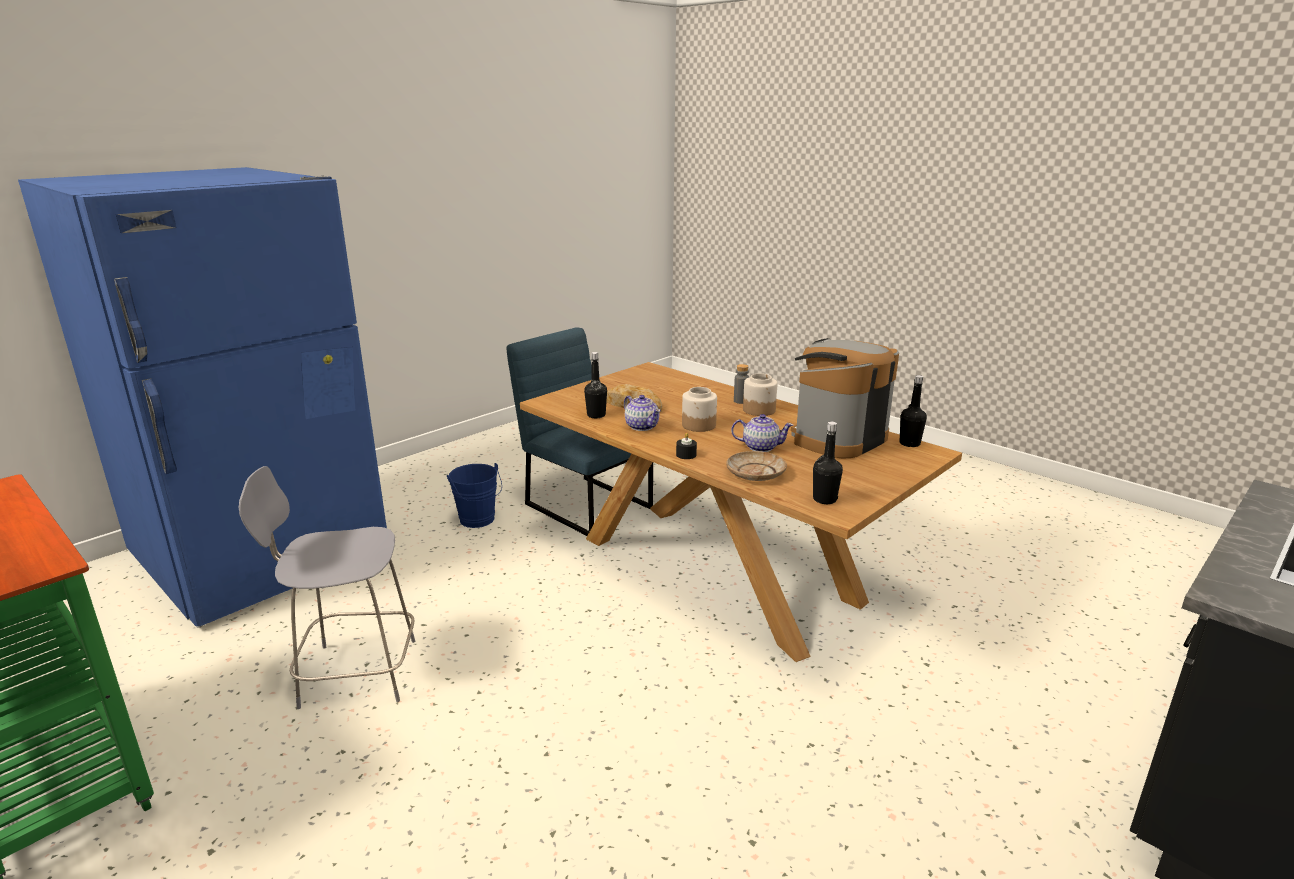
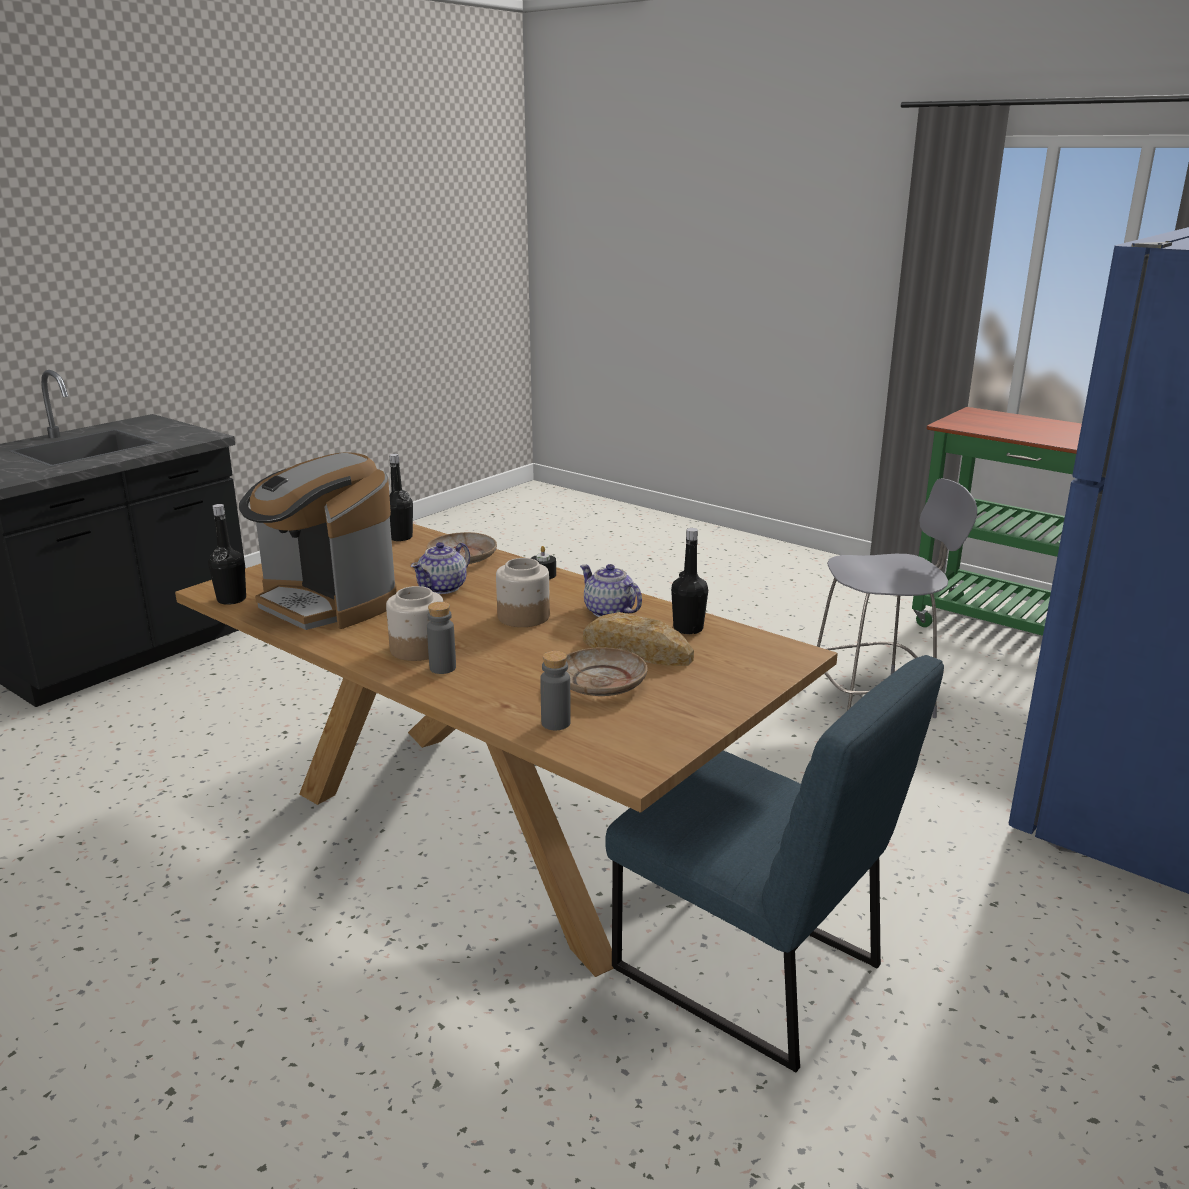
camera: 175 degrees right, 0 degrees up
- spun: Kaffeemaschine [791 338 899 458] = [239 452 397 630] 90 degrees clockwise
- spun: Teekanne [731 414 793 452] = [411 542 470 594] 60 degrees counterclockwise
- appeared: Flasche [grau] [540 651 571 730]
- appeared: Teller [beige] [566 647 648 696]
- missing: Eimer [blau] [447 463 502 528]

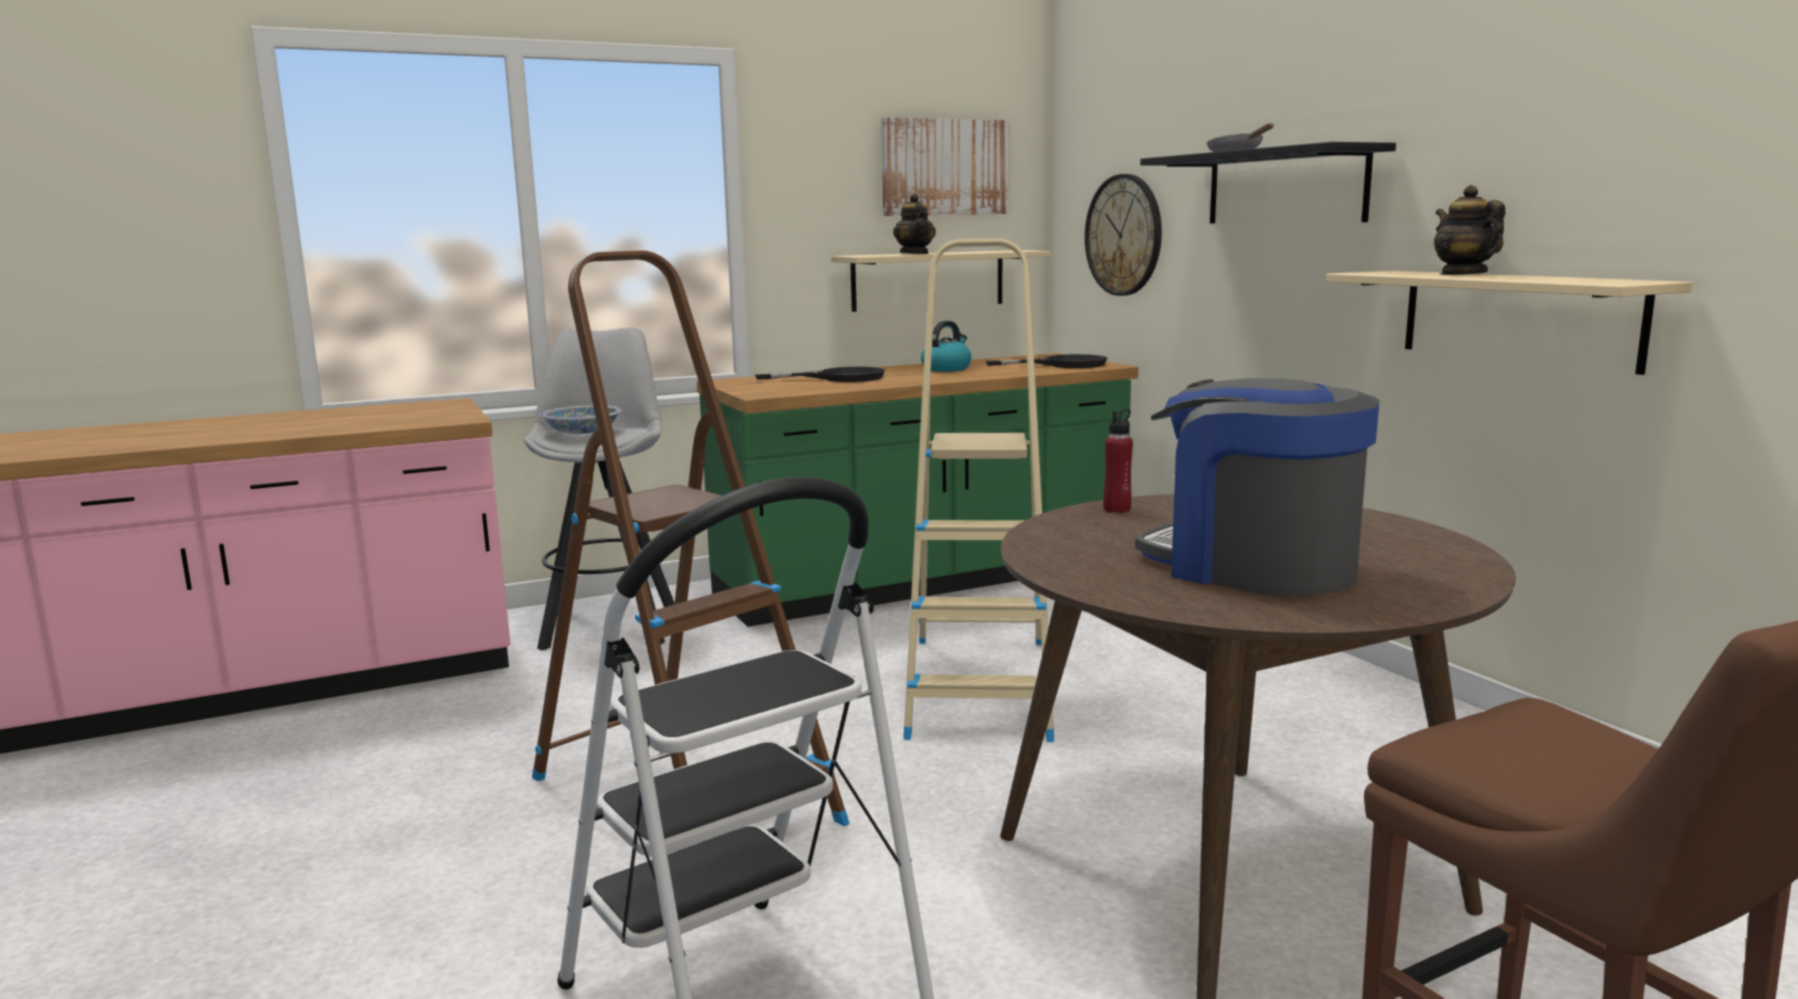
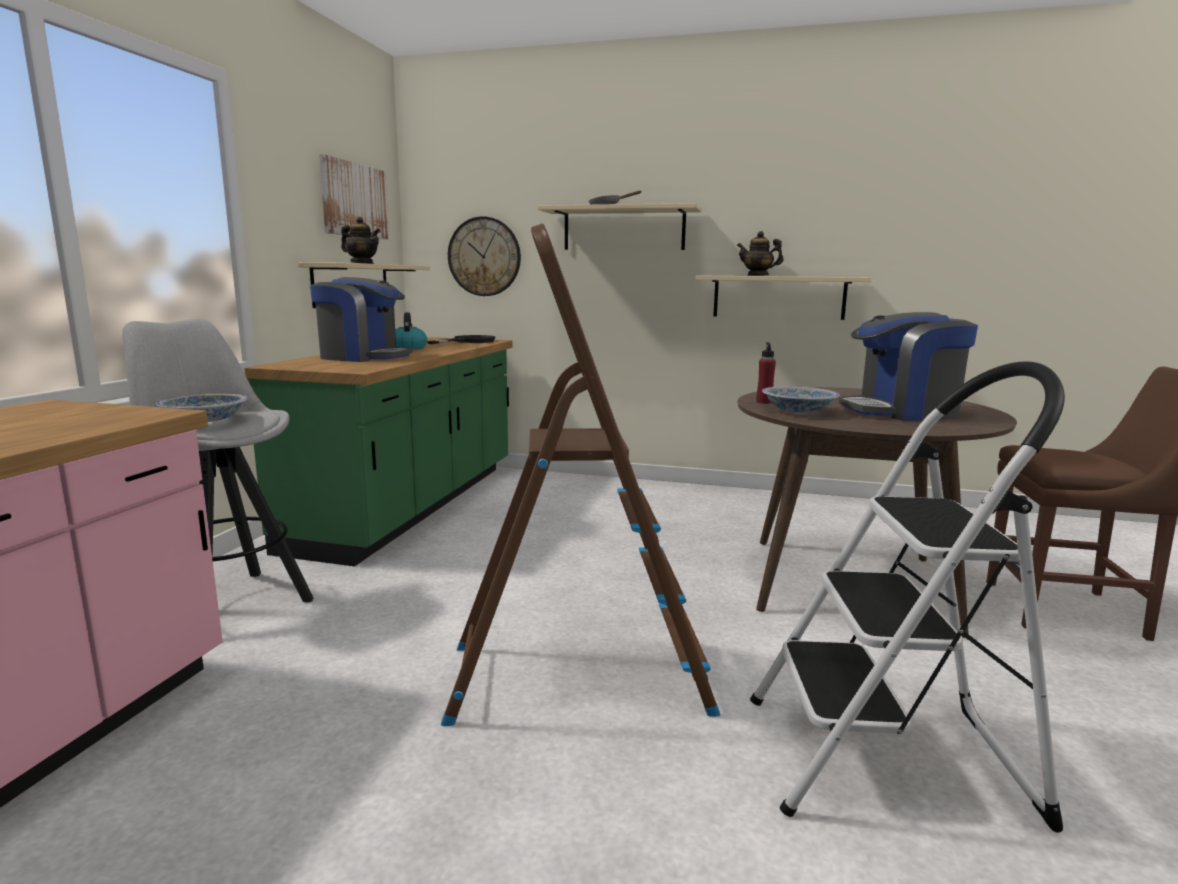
camera: 50 degrees left, 0 degrees up
- exchanged: Pfanne [schwarz] [755 367 885 382] to Kaffeemaschine [310 277 412 362]
- colour: Wandregal [schwarz] [1140 142 1396 223] to Wandregal [beige] [537 203 702 250]
- appeared: Schüssel [762 386 840 413]
- missing: Trittleiter [beige] [904 239 1054 742]

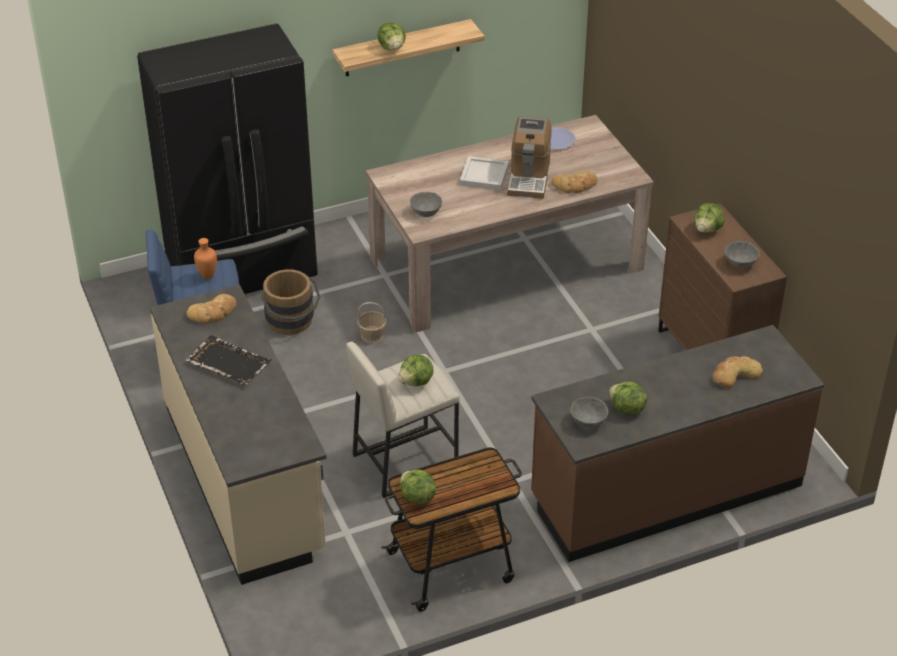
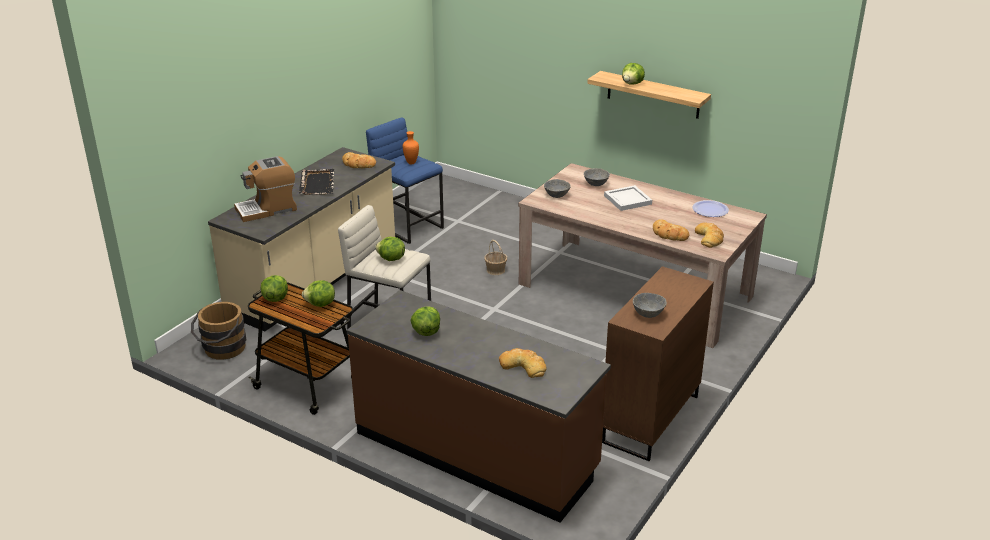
camera: 55 degrees right, 10 degrees down
- relocated: Eimer [braun] [261 269 320 335] to [191 302 246 360]
- relocated: Kaffeemaschine [507 116 552 199] to [234 156 297 222]
- relocated: Salatkopf [694 203 724 233] to [302 280 335 307]
- relocated: Schüssel [grau] [570 397 608 428] to [584 168 610 186]
- appeared: Brot [695 222 724 248]
- missing: Kühlschrank [schwarz] [137 24 318 294]

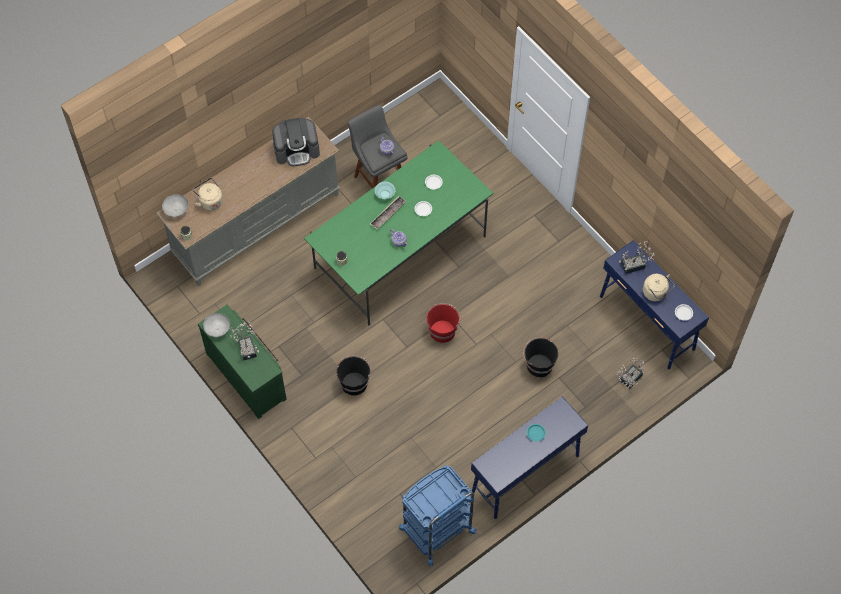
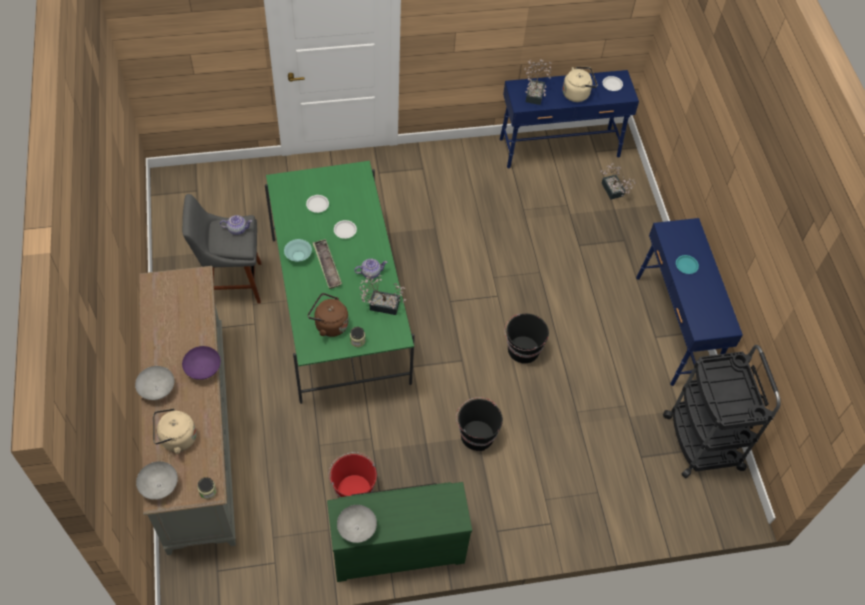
camera: 65 degrees left, 5 degrees down
- appeared: Schüssel [grau] [135 366 174 400]
- appeared: Schüssel [lila] [182 346 221 380]
- appeared: Wasserkessel [braun] [308 293 348 337]
- relocated: Eimer [rot] [426 303 461 343] to [329 452 377 498]
- relocated: Topfpflanze [230 322 259 360] to [360 272 406 315]
- relocated: Eimer [schwarz] [523 337 558 377] to [505 314 549 363]
- colour: Rollwagen [blau] [399 465 476 566] to Rollwagen [schwarz] [663 345 781 478]
- missing: Kaffeemaschine [272 118 320 166]

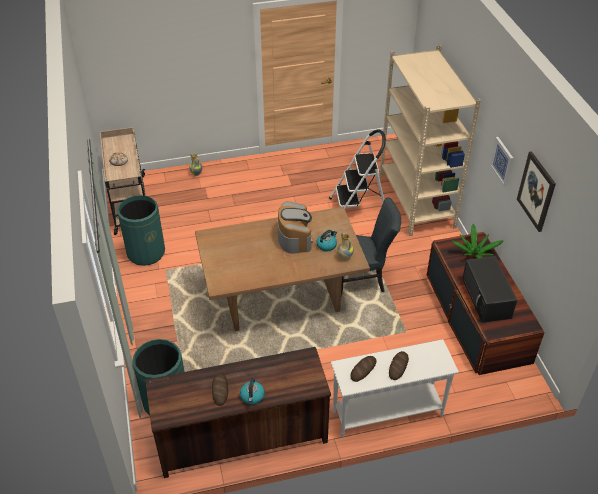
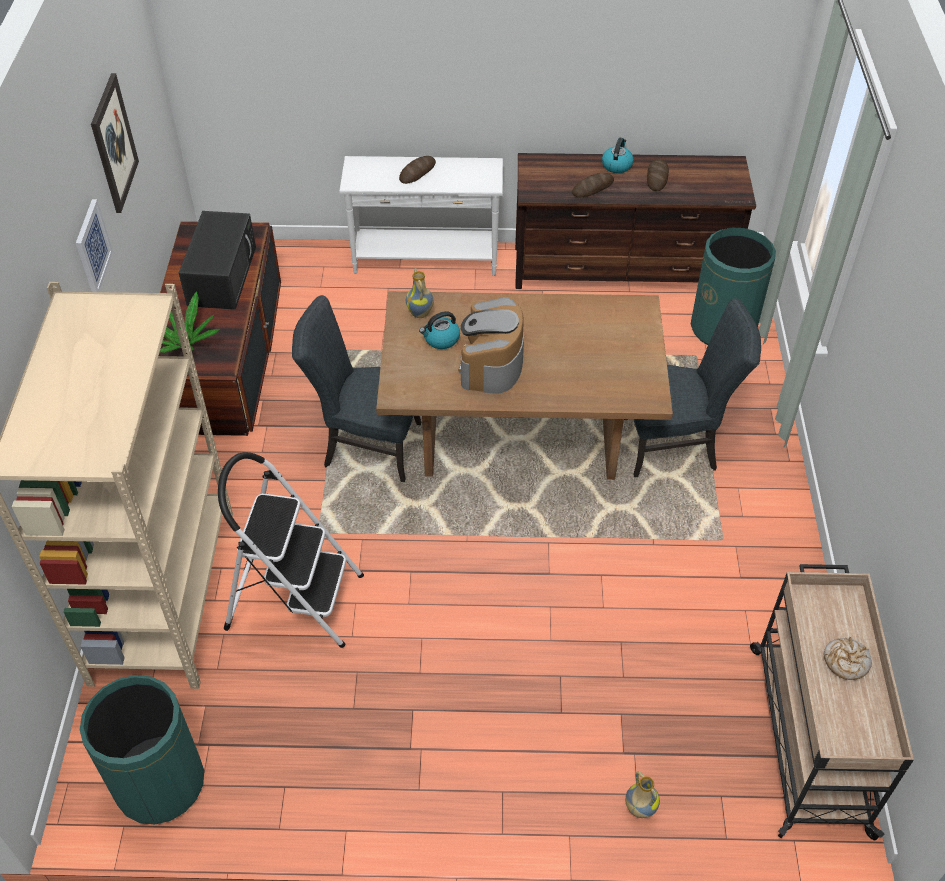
camera: 165 degrees left, 5 degrees up
- relocated: Mülleimer [grün] [117 195 165 266] to [80 675 204 824]
- relocated: Brot [350 356 377 382] to [572 173 614 197]
- appeared: Stuhl [grau] [624 298 761 477]

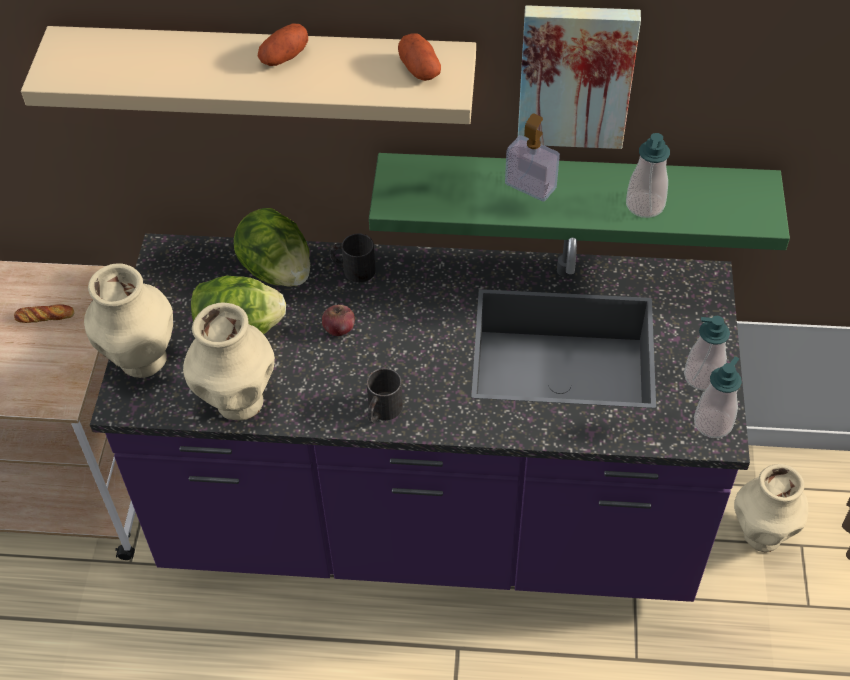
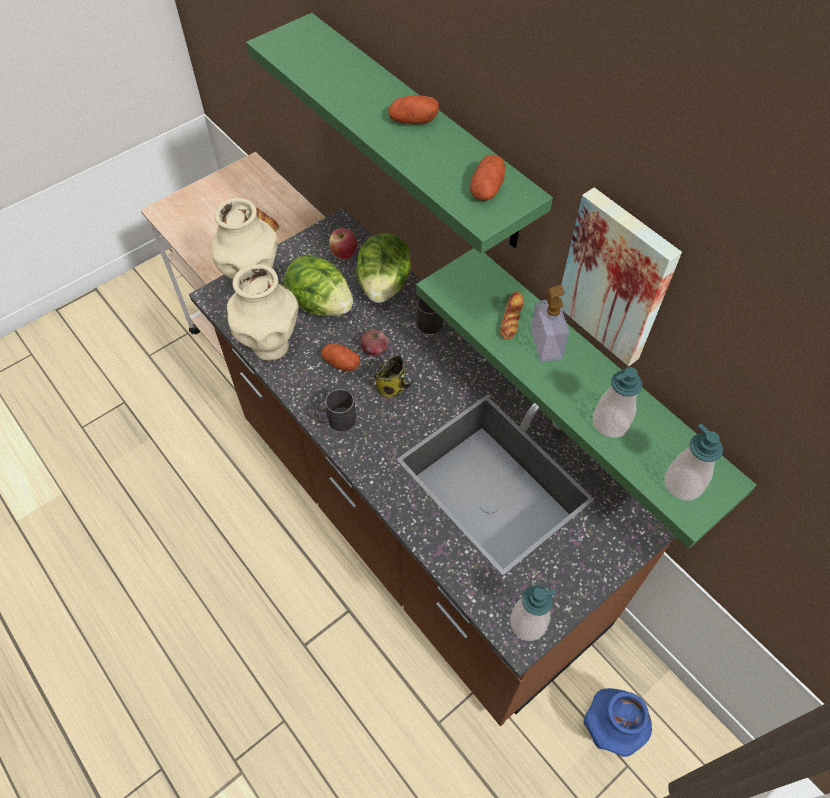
camera: 45 degrees right, 5 degrees up
- colour: Küchenzeile [lila] [90 233 750 602] to Küchenzeile [braun] [189 208 676 726]
- colour: Wandregal [beige] [21 26 476 124] to Wandregal [grün] [246 13 553 254]
- appeared: Kartoffel [321 343 360 371]
- appeared: Apfel [329 228 357 260]
- appeared: Henkelbecher [374 355 413 398]
- appeared: Brot [500 292 523 340]
- colour: Vase [beige] [734 464 808 552] to Vase [blau] [584 688 652 757]
- relocated: Seifenspender [684 316 730 391] to [664 424 723 501]

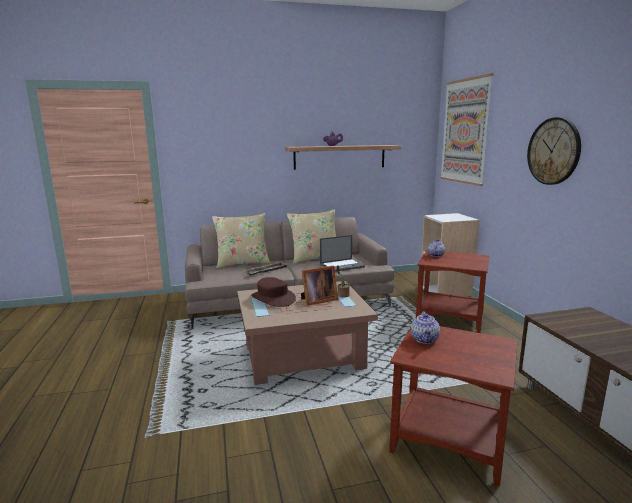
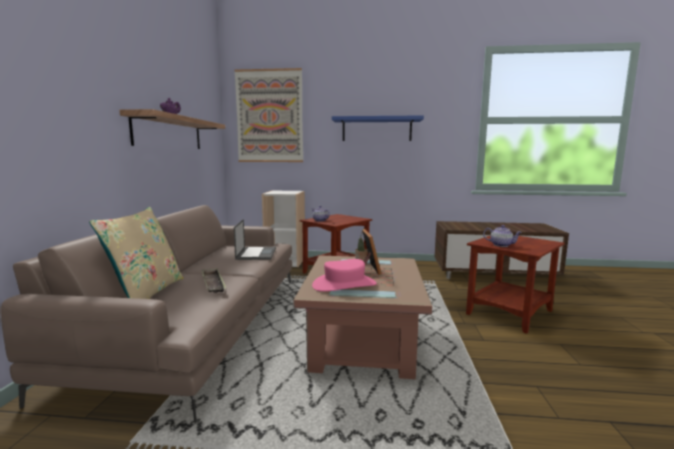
camera: 70 degrees left, 5 degrees down
- colour: Hut [braun] [251 277 296 307] to Hut [rosa] [312 259 377 292]
- exchanged: Wanduhr [527 117 581 185] to Wandregal [blau] [332 115 424 141]
- missing: Kissen [beige] [287 209 336 264]

